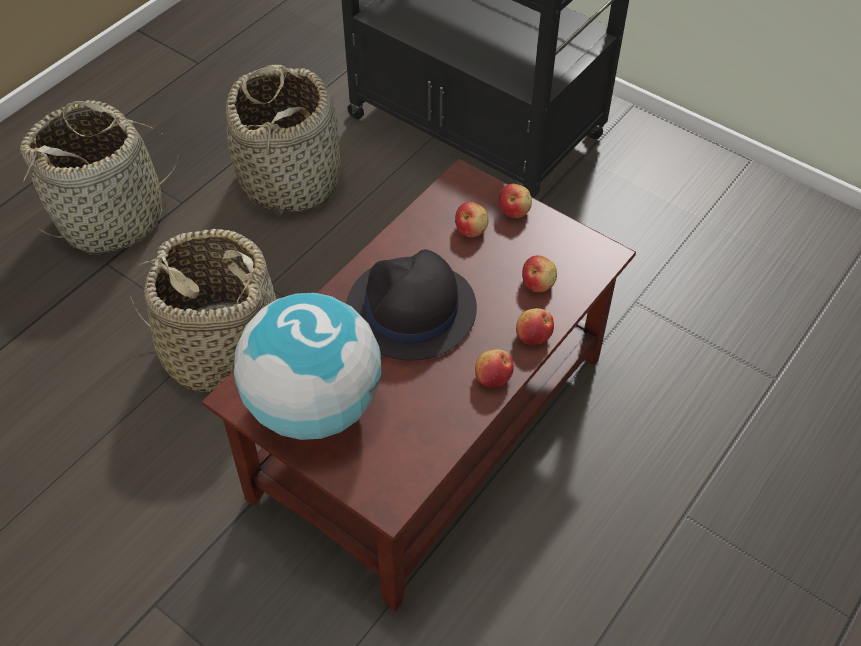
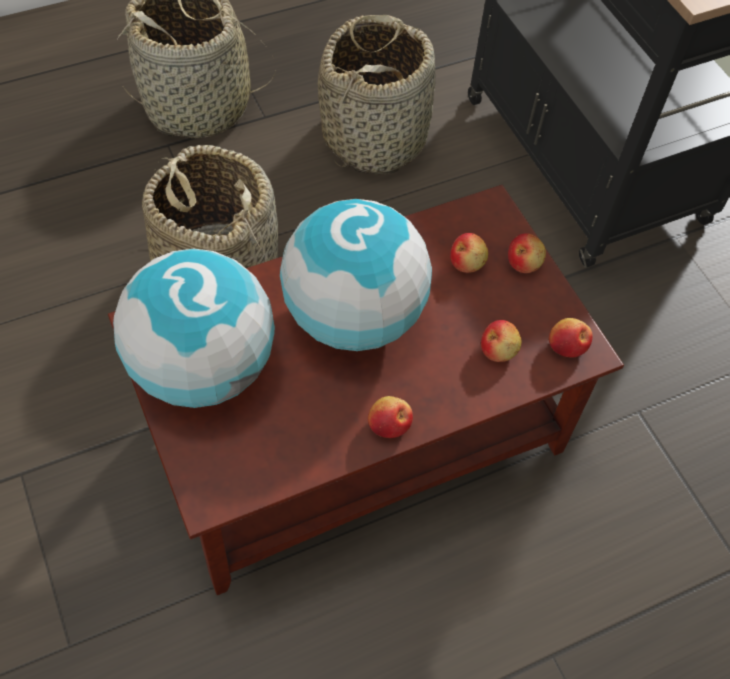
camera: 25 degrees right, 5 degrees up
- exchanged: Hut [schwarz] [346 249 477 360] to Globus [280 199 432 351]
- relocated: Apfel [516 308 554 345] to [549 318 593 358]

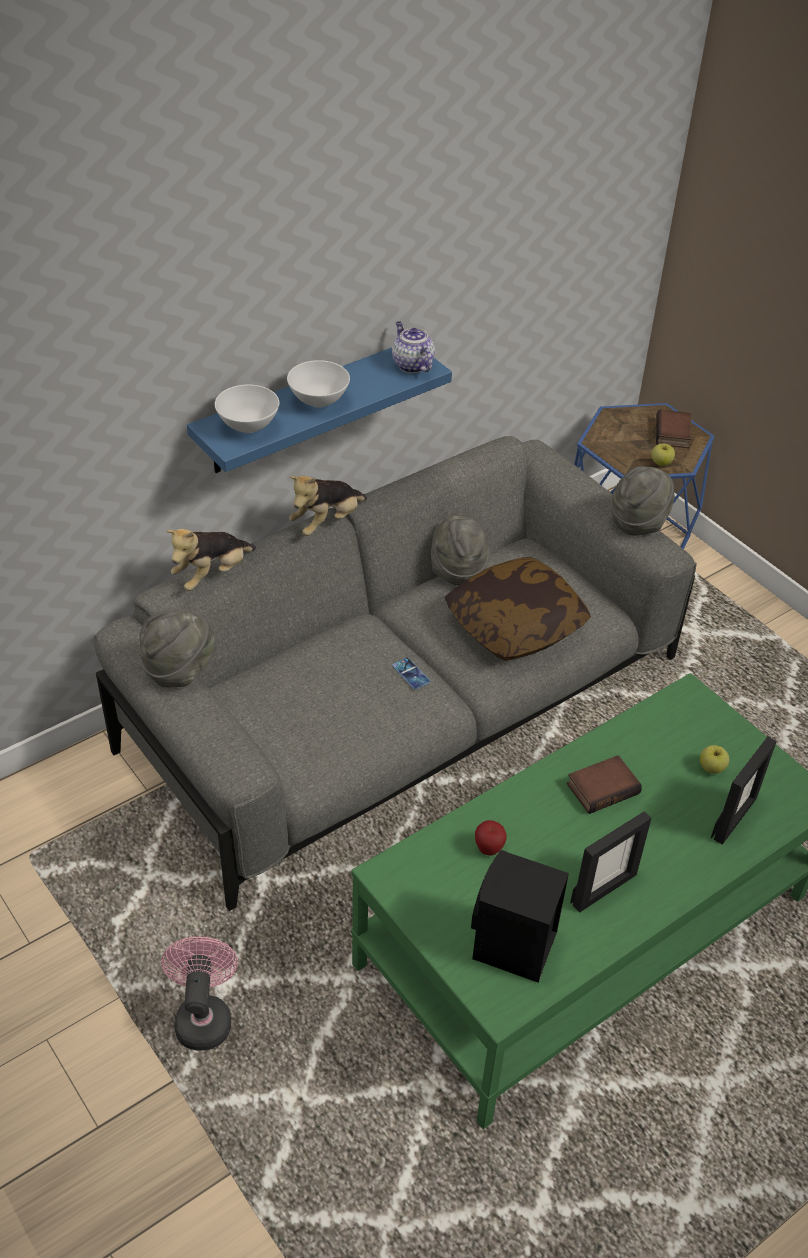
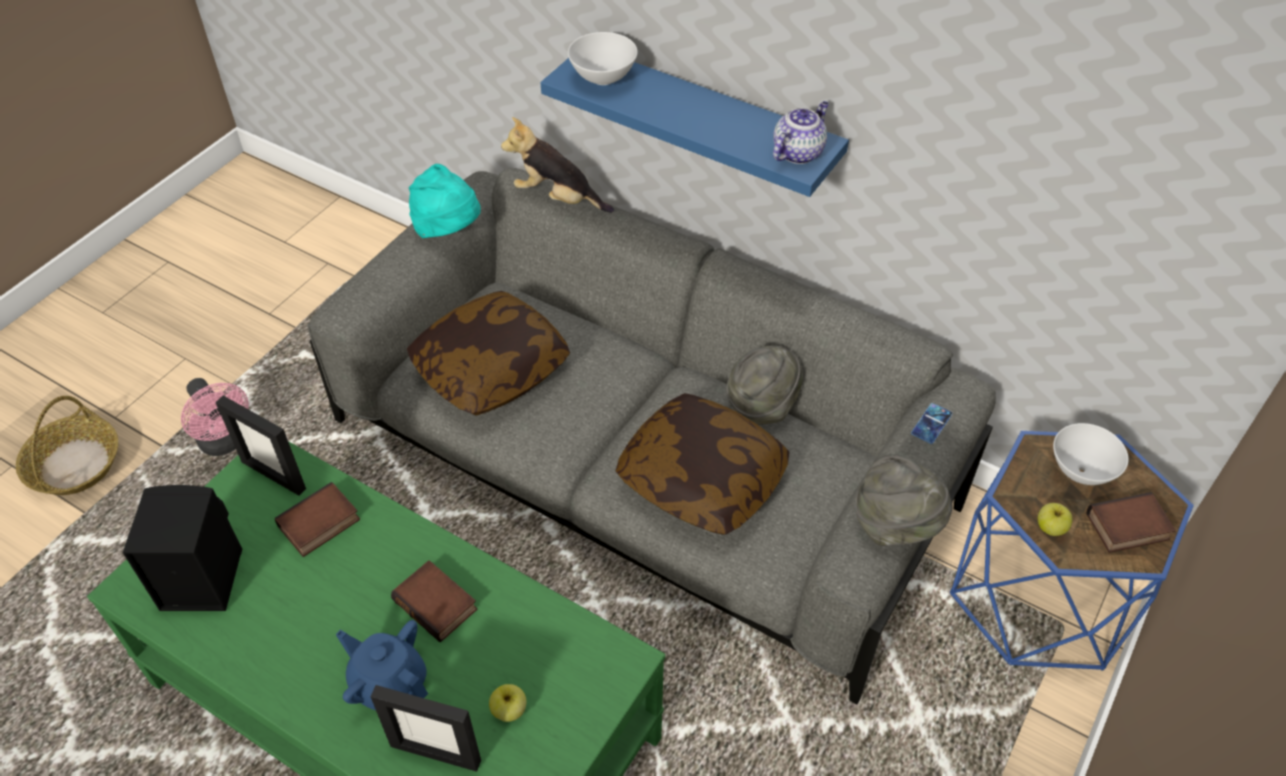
camera: 70 degrees right, 5 degrees up
- appeared: Korb [16 396 118 495]
- spun: Ventilator [rosa] [161 937 238 1051] = [181 378 249 456] 75 degrees clockwise
- relocated: Bilderrahmen [570 811 651 913] to [215 395 306 496]
- exchanged: Apfel [475 820 507 856] to Buch [275 482 360 557]
- appeared: Teekanne [blau] [336 620 428 710]
- appeared: Kissen [407 291 570 415]
- colour: Hut [grau] [139 611 216 687] to Hut [türkis] [409 164 481 238]
- relocated: Handy [392 657 430 689] to [911 403 952 444]
- relocated: Schüssel [weiß] [287 360 350 408] to [1053 423 1129 485]
- missing: Plüschtier [289 476 367 536]

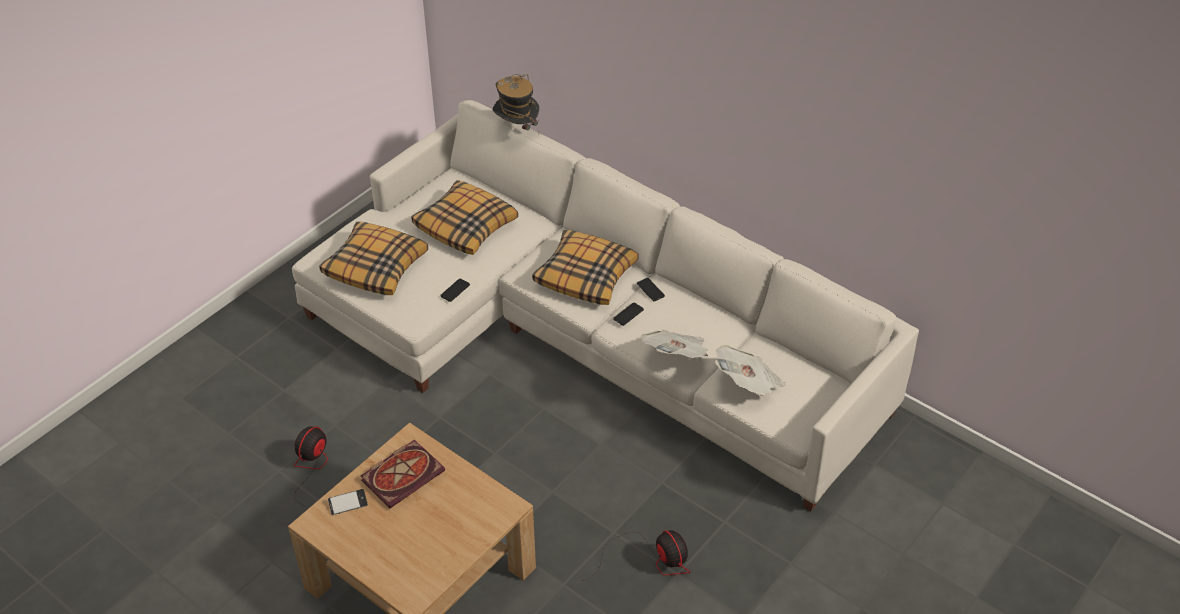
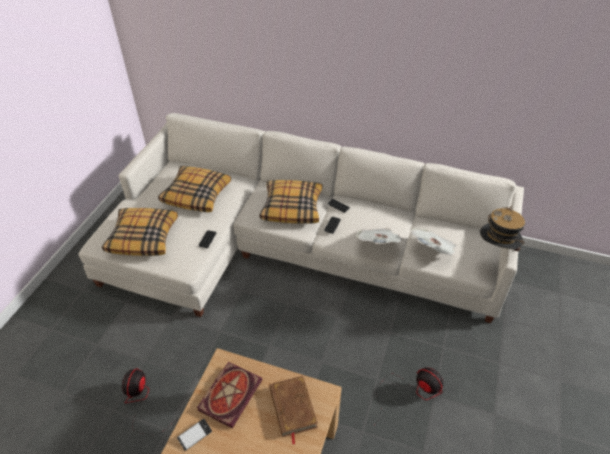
camera: 20 degrees left, 0 degrees up
- appeared: Buch [braun] [269 376 318 445]
- relocated: Hut [492 74 539 131] to [480 206 525 251]

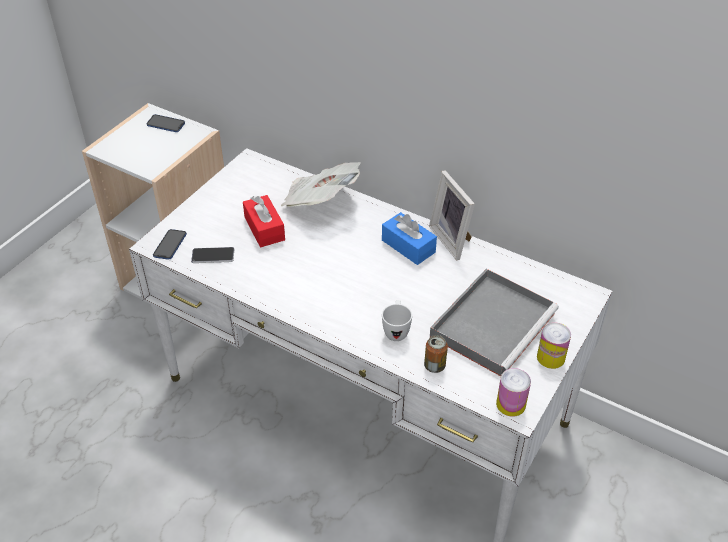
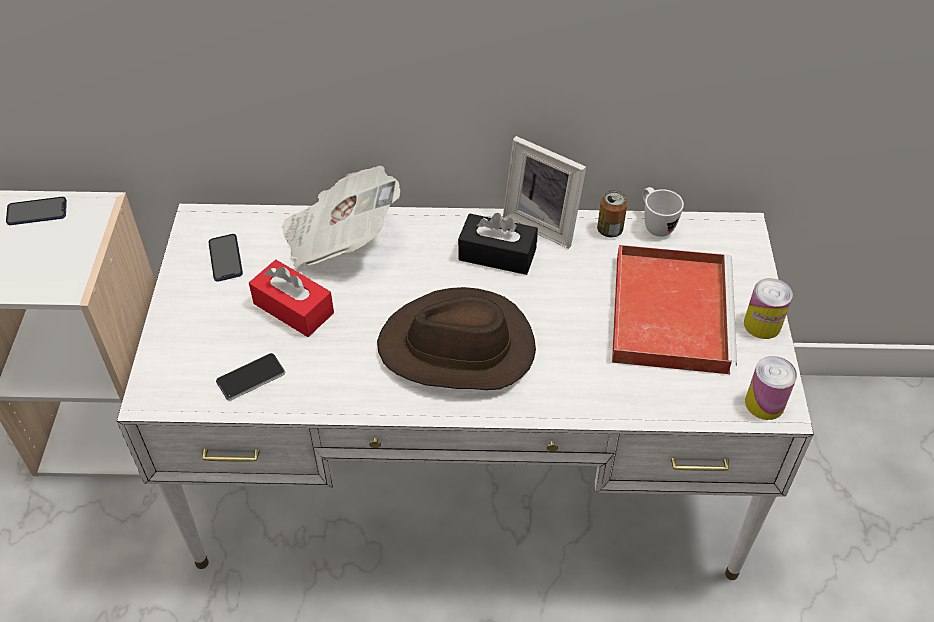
camera: 30 degrees left, 5 degrees up
- relocated: Handy [153 229 187 260] to [208 234 243 282]
- appeared: Hut [braun] [377 287 536 390]
- colour: Taschentuchbox [blau] [382 212 437 265] to Taschentuchbox [schwarz] [458 213 538 275]
- relocated: Dose [424 335 448 373] to [597 190 627 237]
- colour: Tablett [grau] [430 269 559 376] to Tablett [rot] [612 245 737 374]
- relocated: Henkelbecher [weiß] [382 300 412 341] to [642 187 684 237]

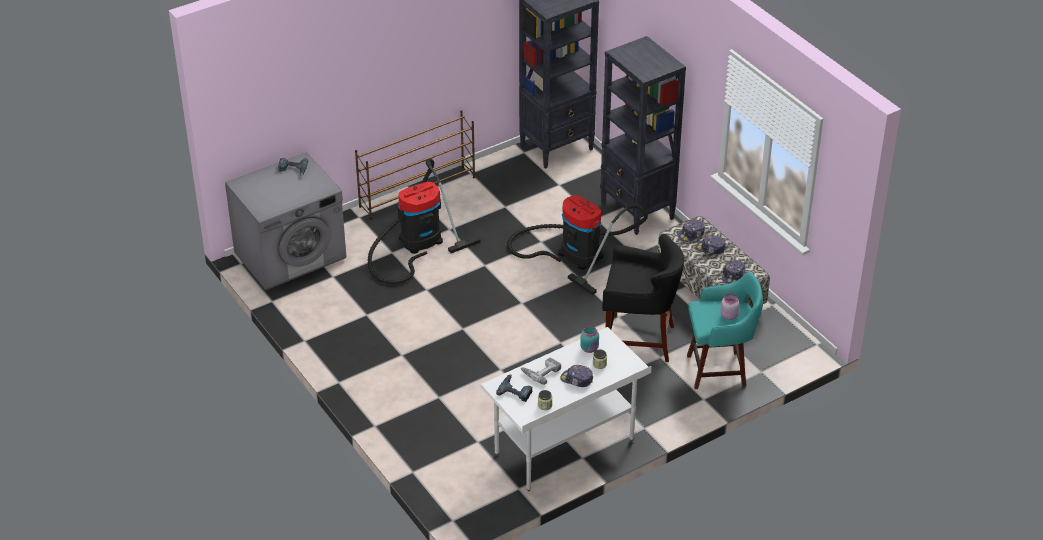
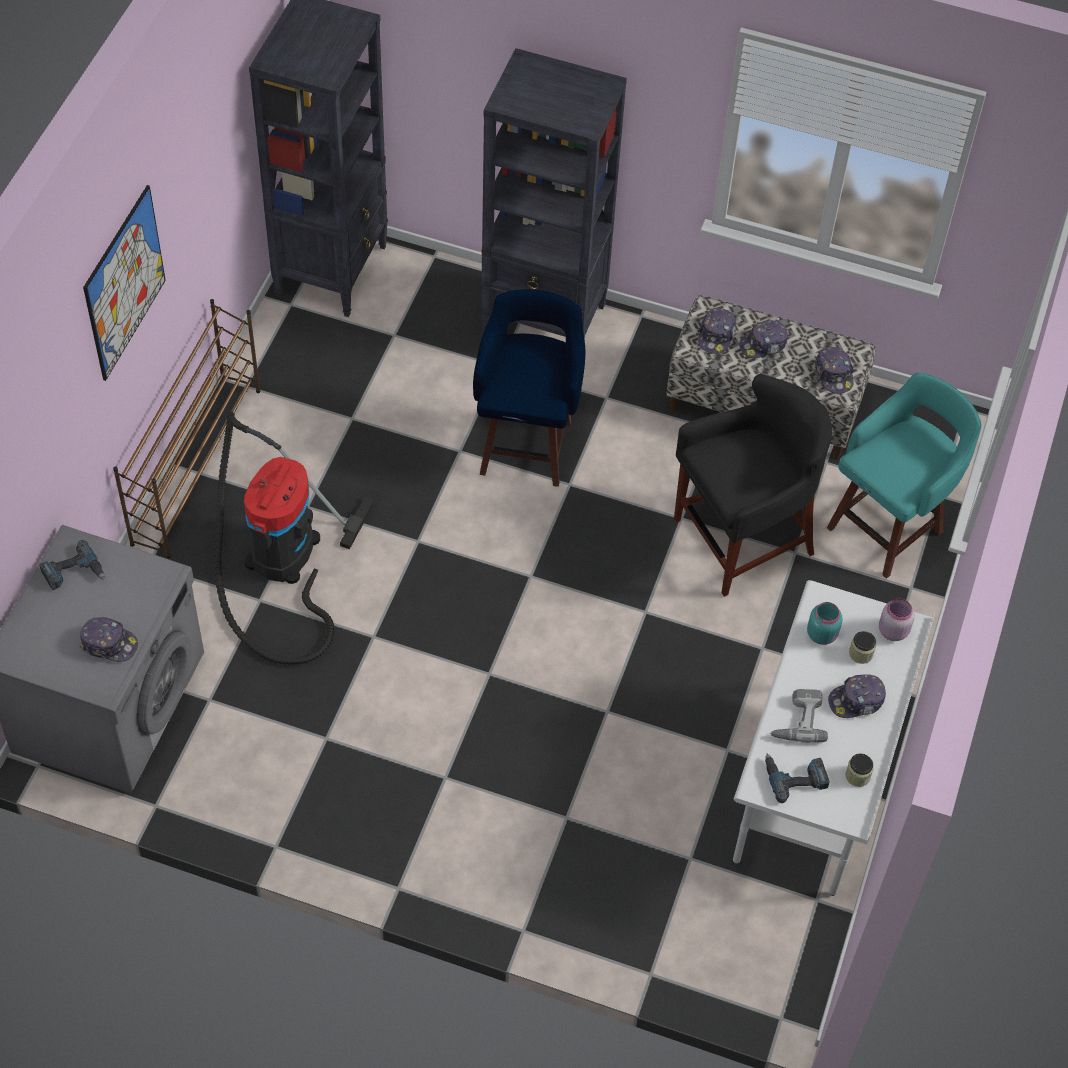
camera: 40 degrees left, 15 degrees up
- appeared: Kappe [80 617 138 662]
- appeared: Bild [83 185 166 381]
- exchanged: Staubsauger [507 195 648 295] to Hocker [blau] [473 289 585 487]
- relocated: Vorratsglas [rosa] [721 294 739 320] to [879 599 915 641]

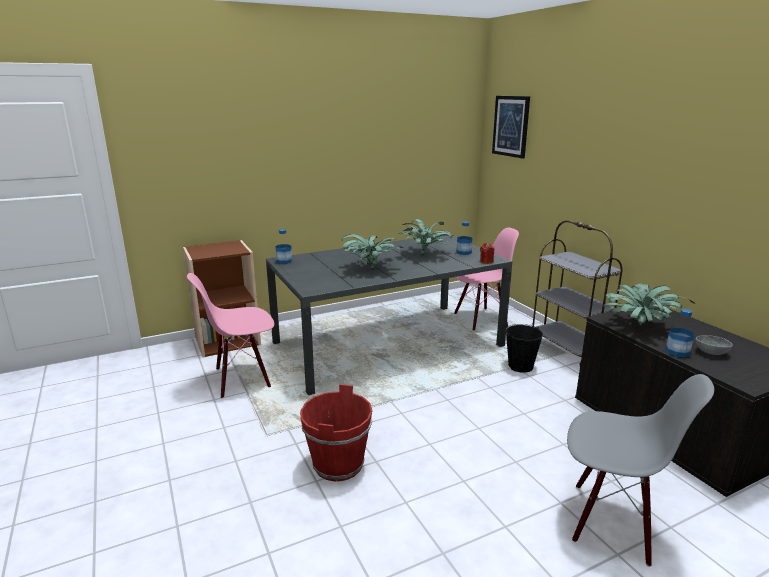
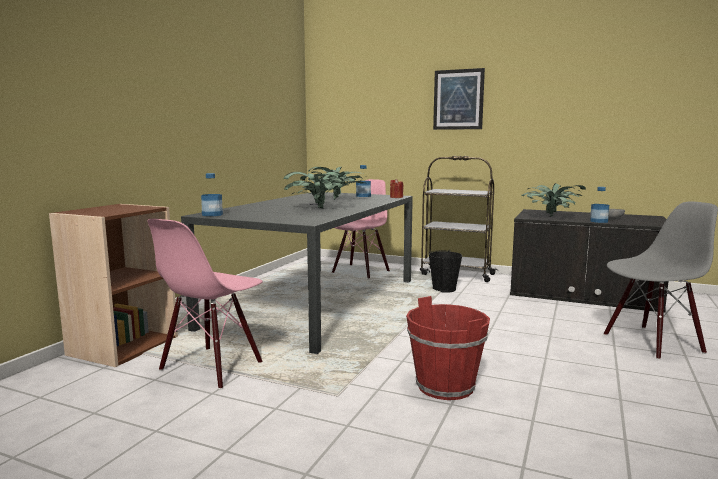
camera: 40 degrees left, 10 degrees down
- relocated: Bild [492 96 530 159] to [433 68 485 130]

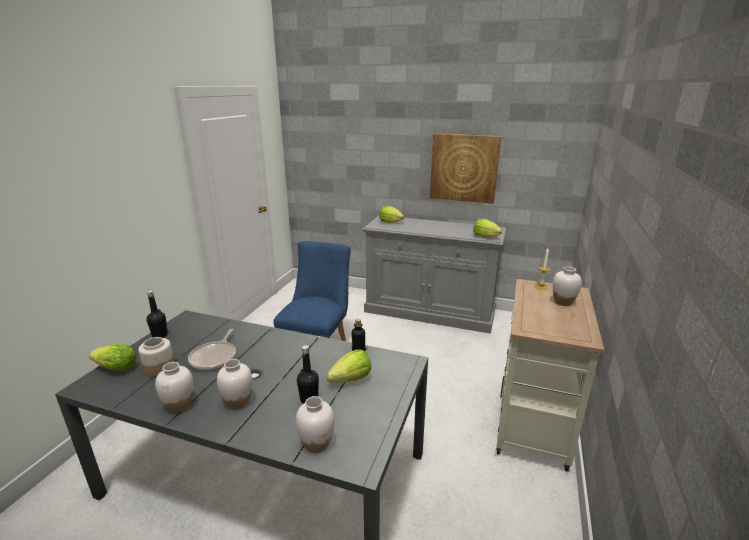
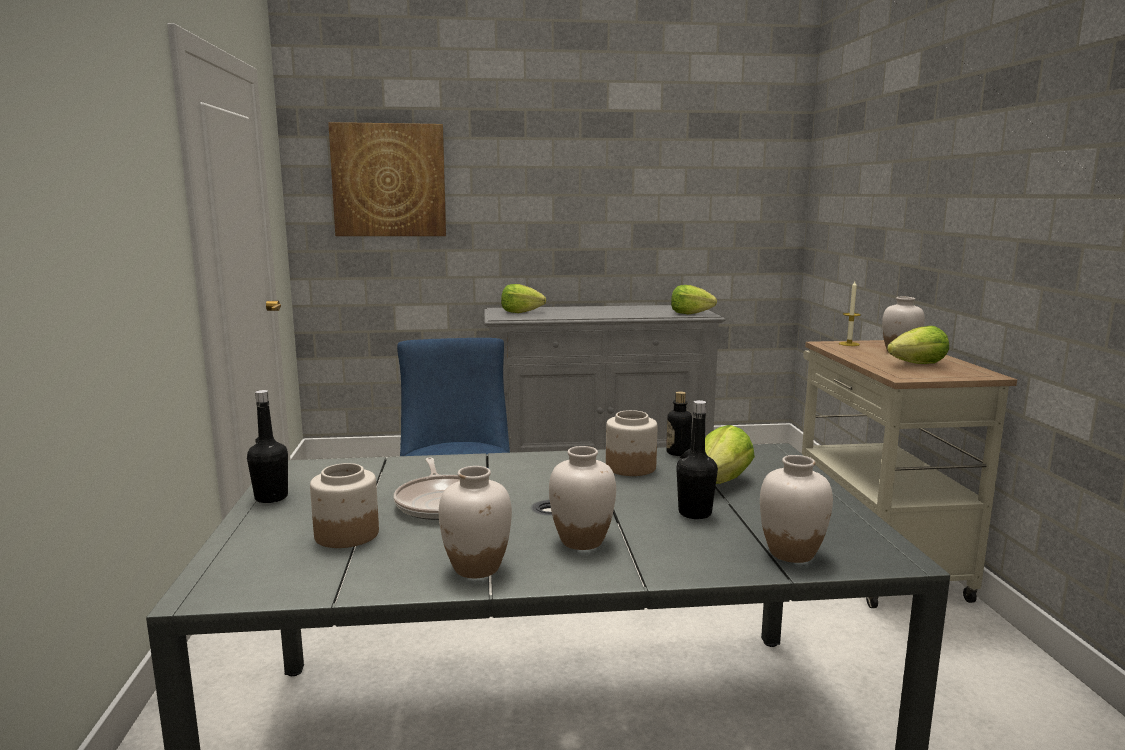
camera: 25 degrees left, 10 degrees down
- relocated: Bild [430 133 502 204] to [328 122 446 236]
- appeared: Vorratsglas [606 410 657 476]
- relocated: Salatkopf [89 344 137 372] to [887 326 949 364]

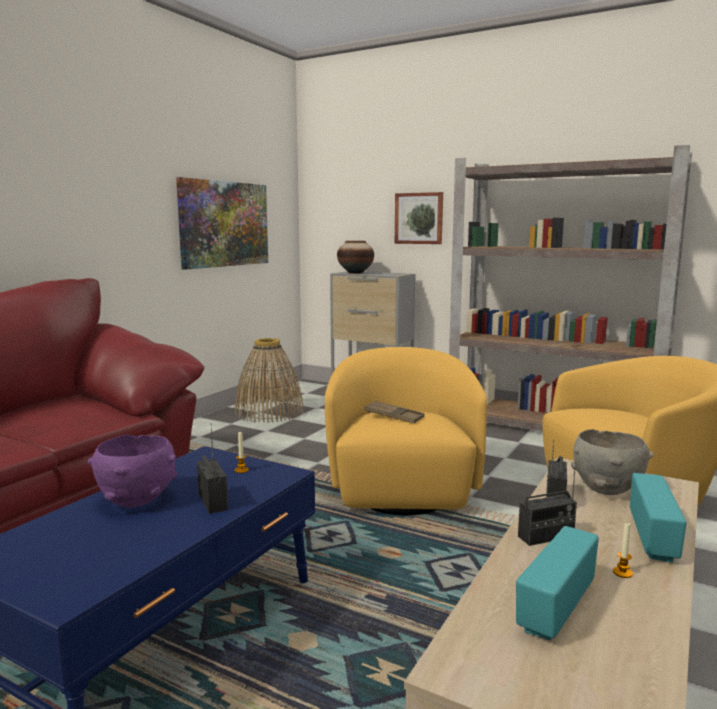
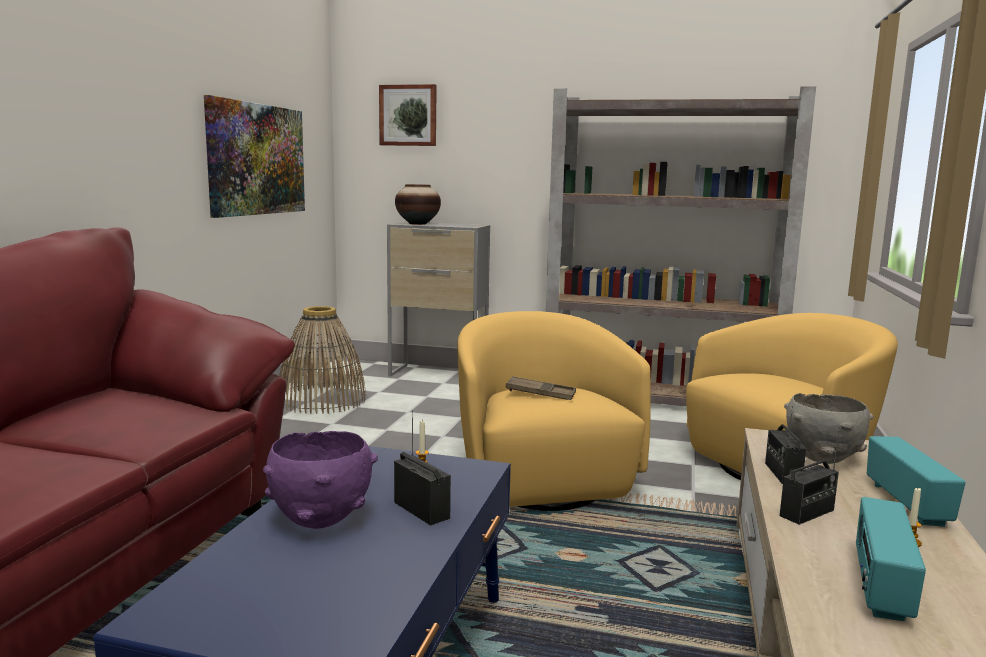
camera: 15 degrees left, 0 degrees up
- relocated: Bild [395 192 443 244] to [379 84 437 146]

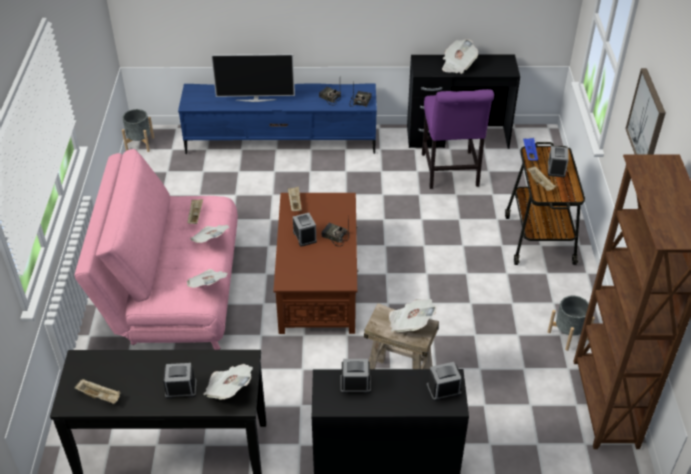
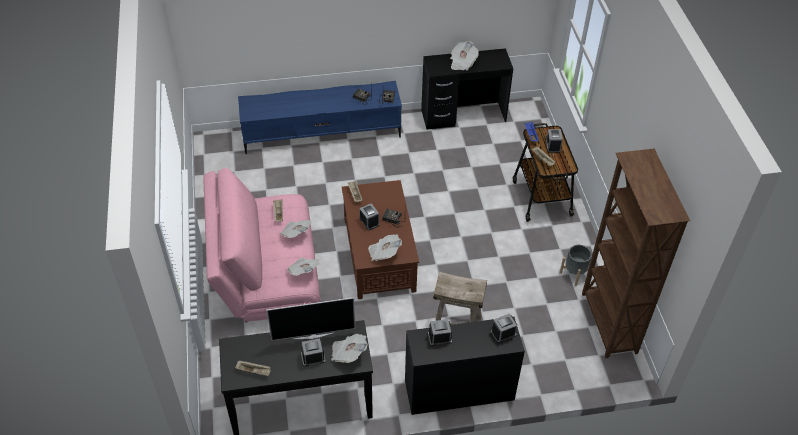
camera: 10 degrees left, 5 degrees up
- relocated: Fernseher [211 54 295 102] to [266 297 356 341]
- relocated: Zeitung [389 299 436 332] to [368 234 402 261]
- missing: Pflanzkübel [grau] [122 109 154 152]
- missing: Stuhl [lila] [422 89 494 189]
- missing: Bild [625 68 666 155]

